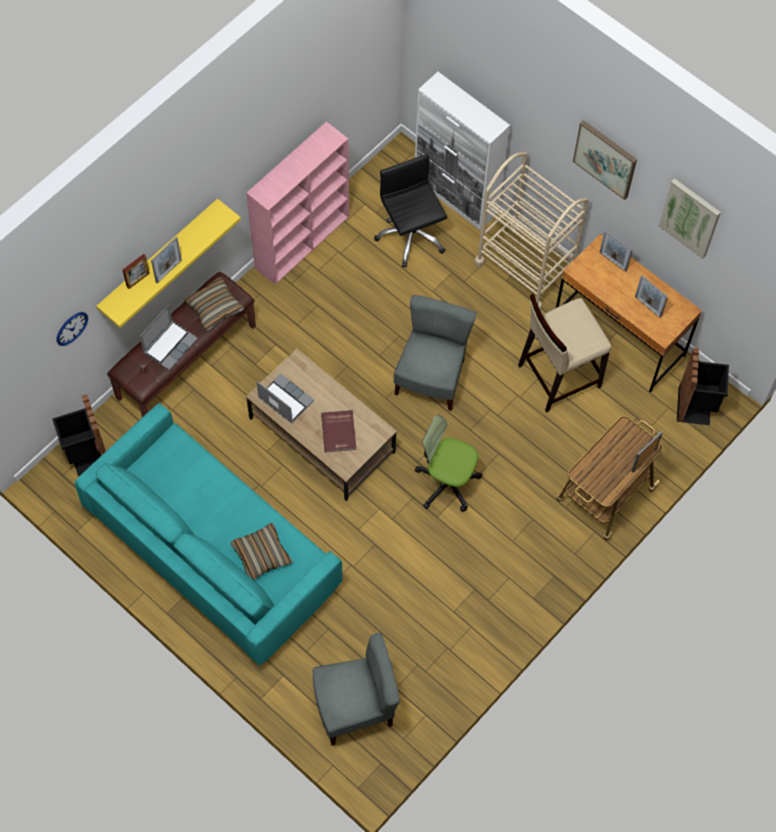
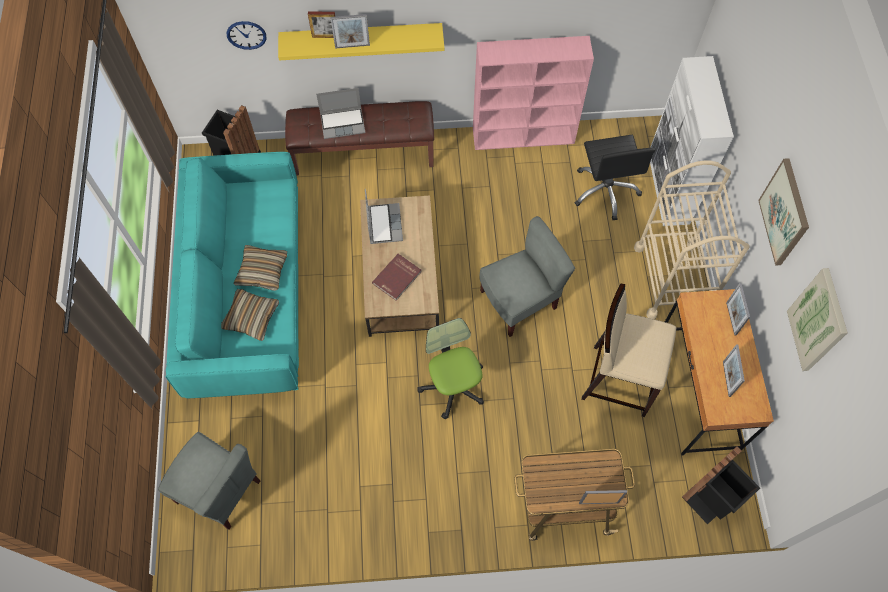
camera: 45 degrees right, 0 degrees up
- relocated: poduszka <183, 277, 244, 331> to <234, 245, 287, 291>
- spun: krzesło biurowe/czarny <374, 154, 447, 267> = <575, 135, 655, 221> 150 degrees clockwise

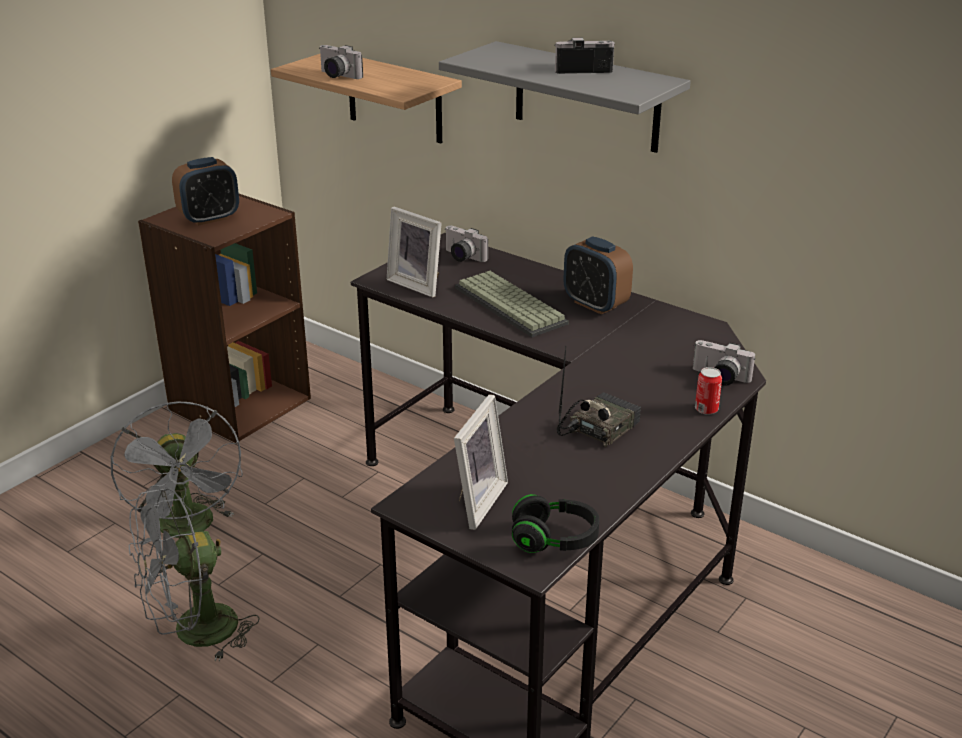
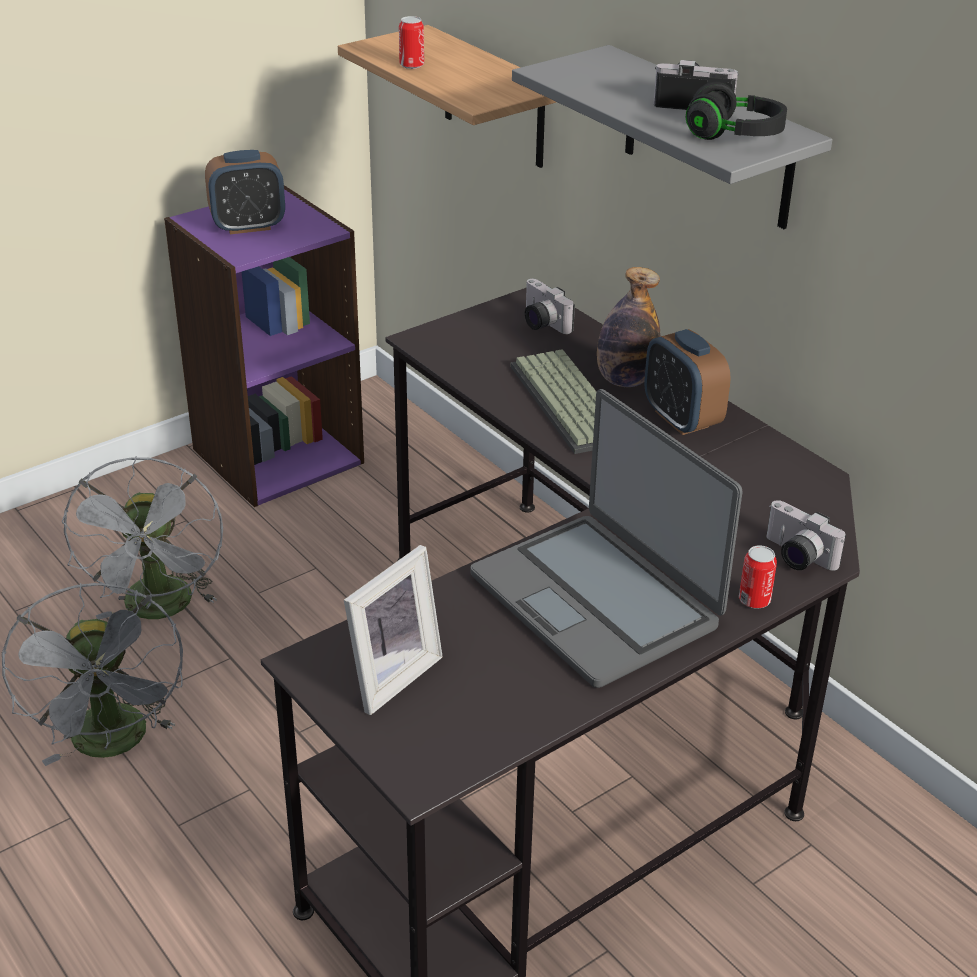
camera: 15 degrees right, 5 degrees up
- spun: wentylator/szary <129, 487, 260, 662> = <2, 583, 183, 766> 90 degrees counterclockwise
- colour: regał/brązowy <138, 194, 311, 443> to regał/fioletowy <164, 185, 364, 507>
- exchanged: aparat fotograficzny <320, 45, 363, 79> to puszka <399, 16, 424, 69>
- exchanged: radio <557, 346, 641, 447> to laptop <470, 389, 742, 688>
- appeared: butelka <597, 267, 660, 387>
- relocated: słuchawki/czarny <512, 494, 599, 553> to <686, 82, 787, 140>
- missing: ramka na zdjęcie <387, 207, 442, 297>

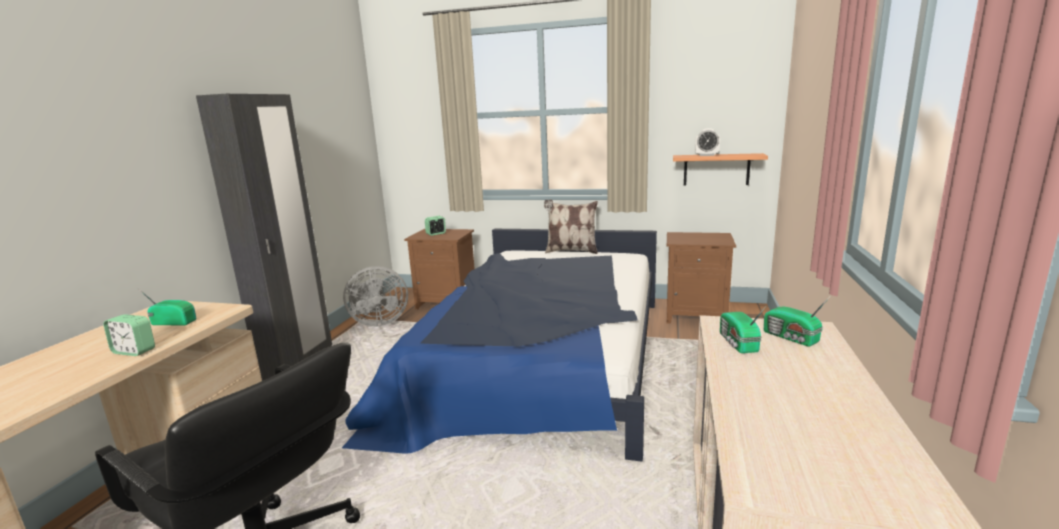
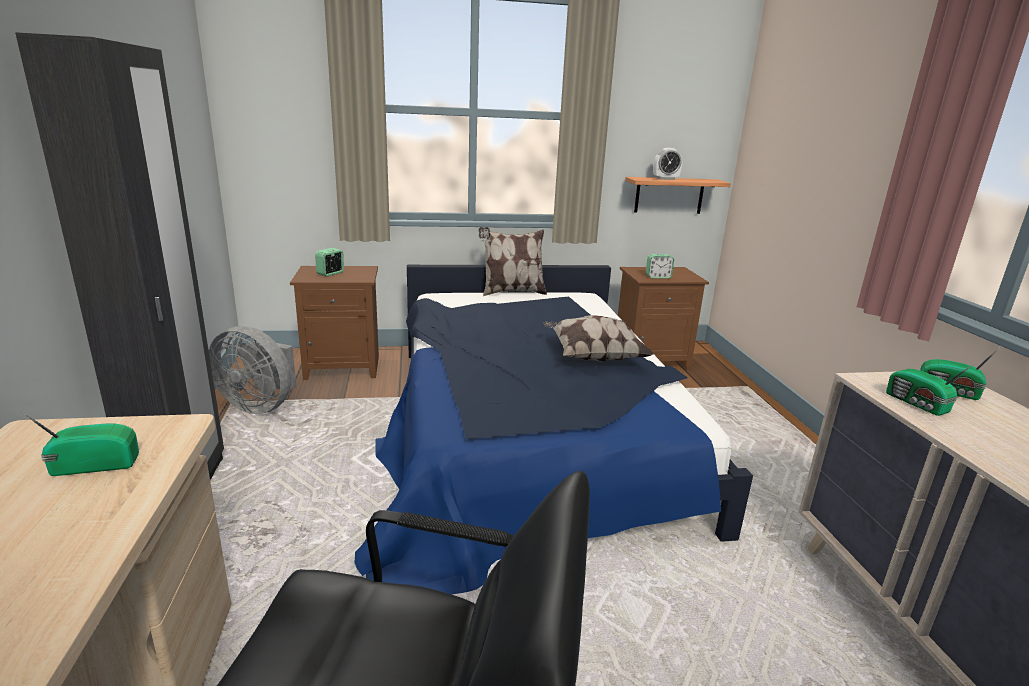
camera: 25 degrees left, 5 degrees up
- spun: wentylator/szary <343, 266, 408, 327> = <209, 326, 296, 414> 60 degrees clockwise
- appeared: poduszka <543, 315, 654, 362>
- relocated: budzik <103, 314, 155, 356> to <646, 254, 674, 279>

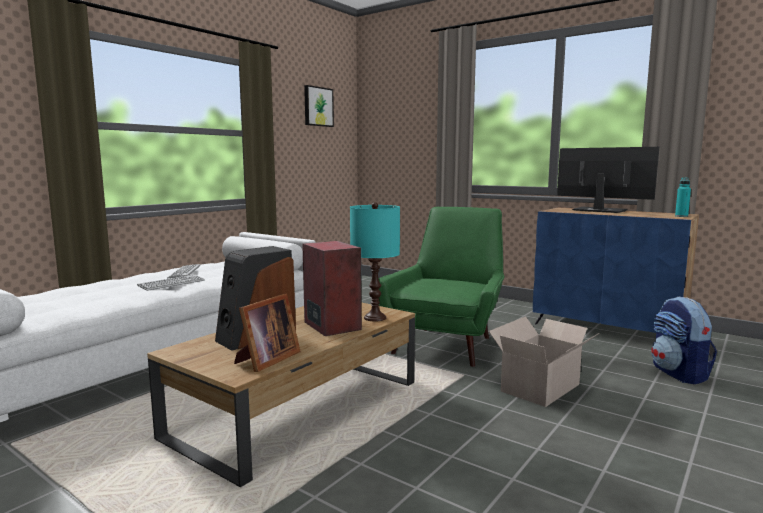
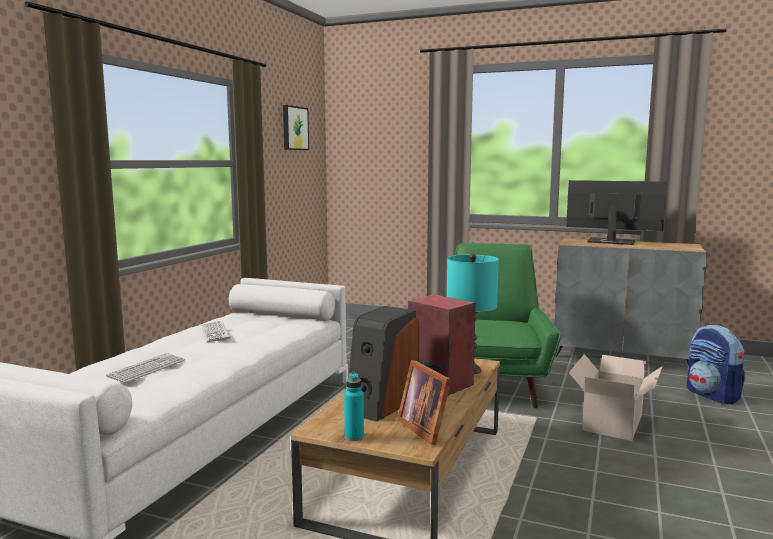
camera: 15 degrees left, 0 degrees up
- relocated: klawiatura <137, 274, 205, 291> to <106, 353, 185, 383>
- relocated: butelka/turkusowy <675, 177, 691, 217> to <344, 373, 364, 441>
- spun: ramka na zdjęcie <234, 293, 301, 372> = <397, 360, 451, 445> 135 degrees clockwise
- colour: szafka/niebieski <533, 208, 699, 333> to szafka/szary <554, 238, 707, 366>

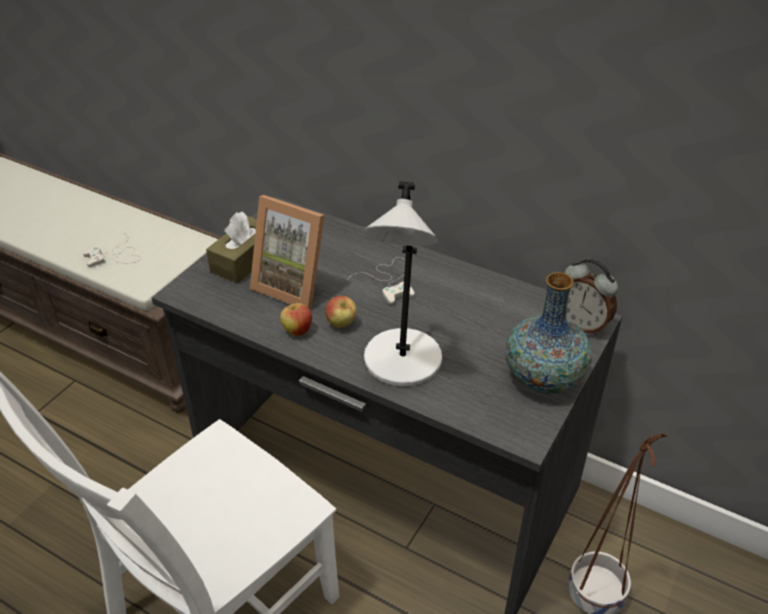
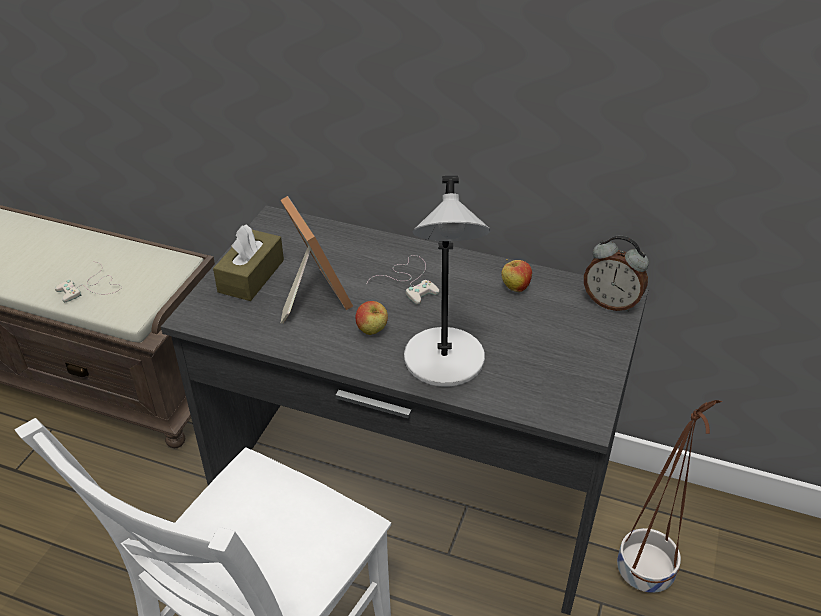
camera: 10 degrees left, 0 degrees up
- spun: ramka na zdjęcie <250, 195, 324, 309> = <281, 196, 353, 323> 135 degrees counterclockwise
- relocated: jabłko <280, 301, 312, 336> to <501, 259, 532, 292>
- missing: wazon <505, 272, 592, 394>

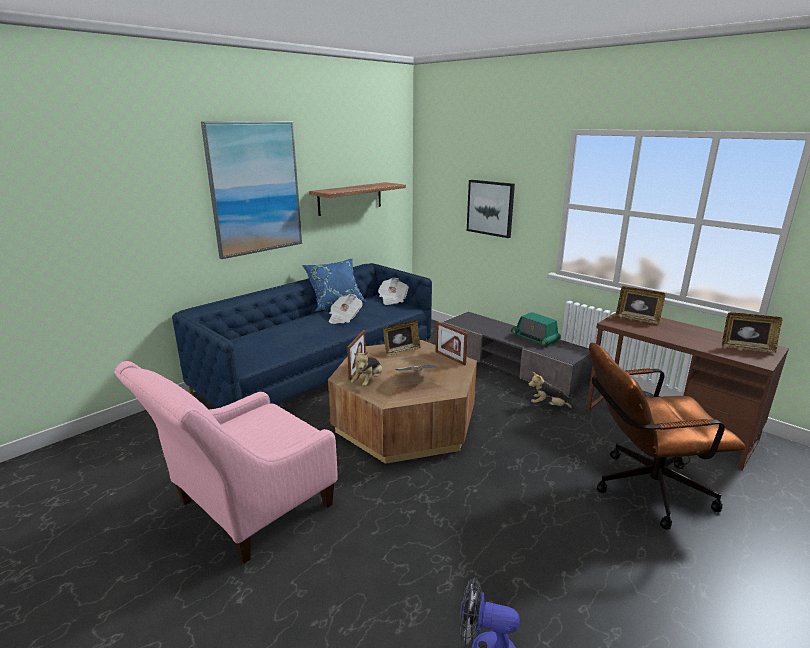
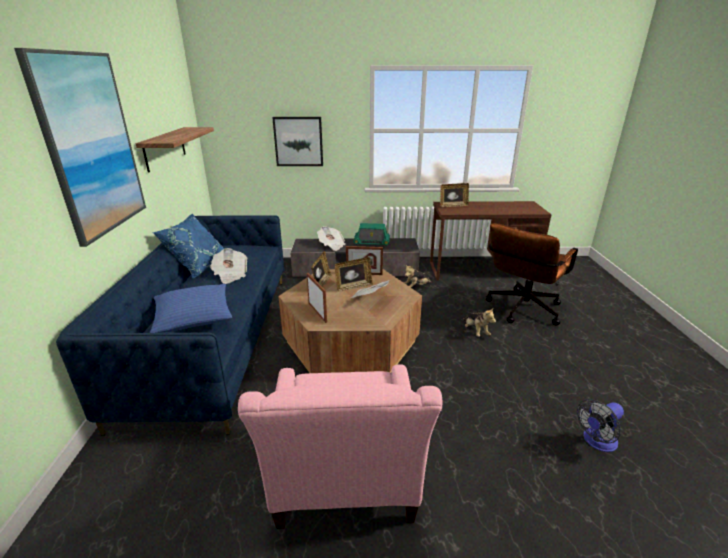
camera: 45 degrees left, 5 degrees up
- appeared: poduszka/niebieski <150, 284, 232, 333>
- relocated: gazeta <378, 278, 409, 305> to <317, 226, 346, 251>
- relocated: ramka na zdjęcie <722, 312, 783, 353> to <335, 257, 373, 292>
- relocated: pluszak <351, 351, 383, 387> to <462, 308, 496, 337>

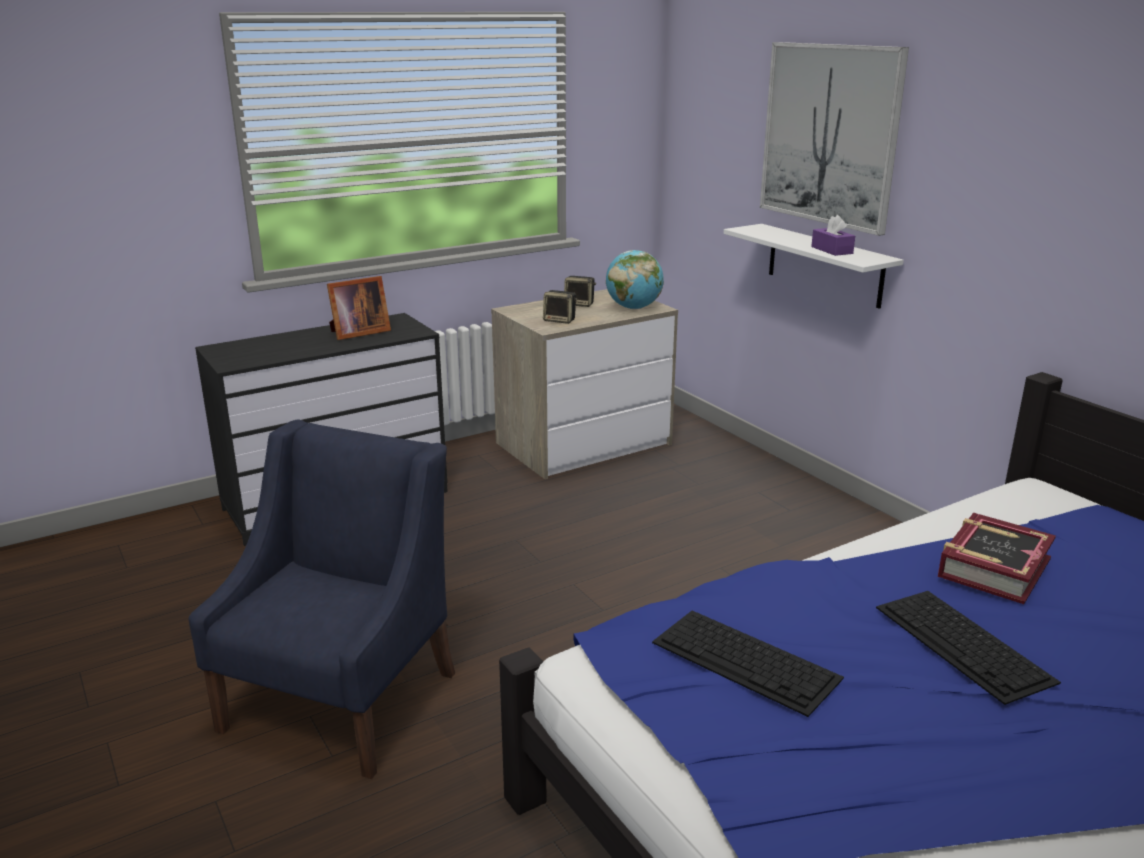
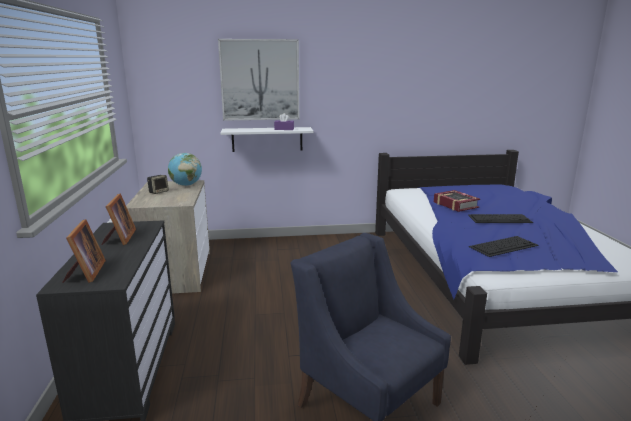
camera: 65 degrees left, 5 degrees down
- appeared: ramka na zdjęcie <62, 219, 106, 283>
- missing: głośnik <543, 290, 577, 324>

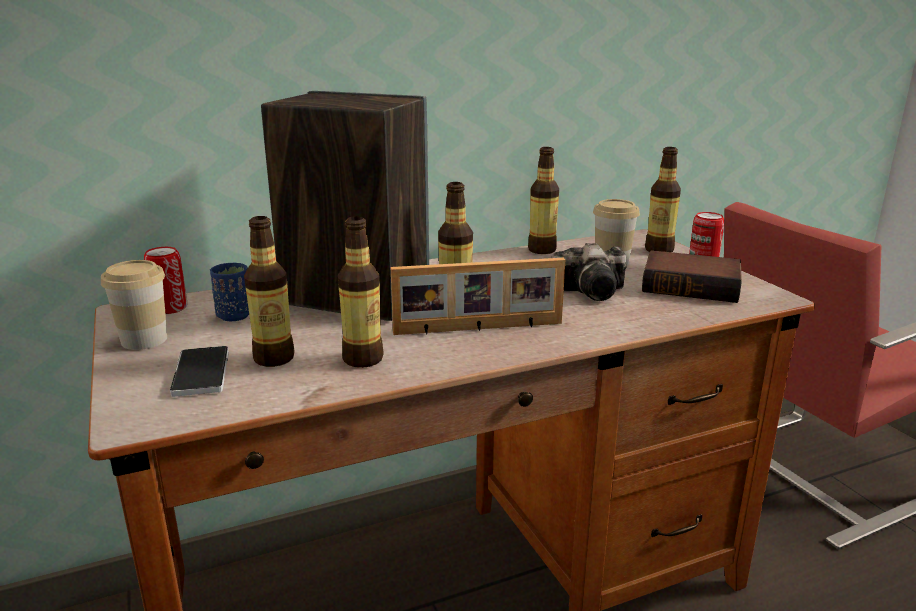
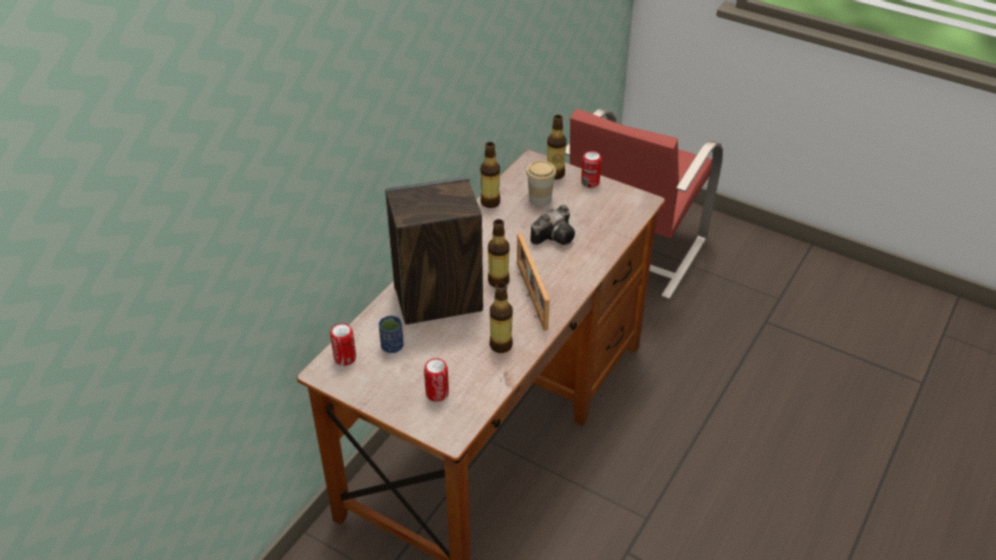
camera: 35 degrees left, 20 degrees up
- exchanged: telefon <170, 346, 229, 397> to puszka <424, 358, 449, 402>
- spun: ramka na zdjęcie <391, 258, 565, 335> = <517, 233, 550, 331> 120 degrees clockwise
- missing: filiżanka <101, 260, 167, 350>
- missing: butelka <244, 216, 295, 367>
- missing: książka <642, 250, 742, 303>

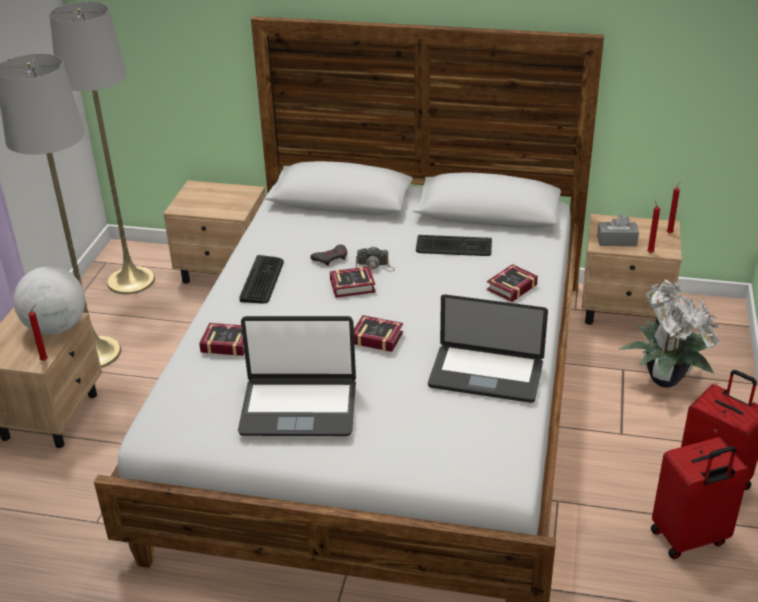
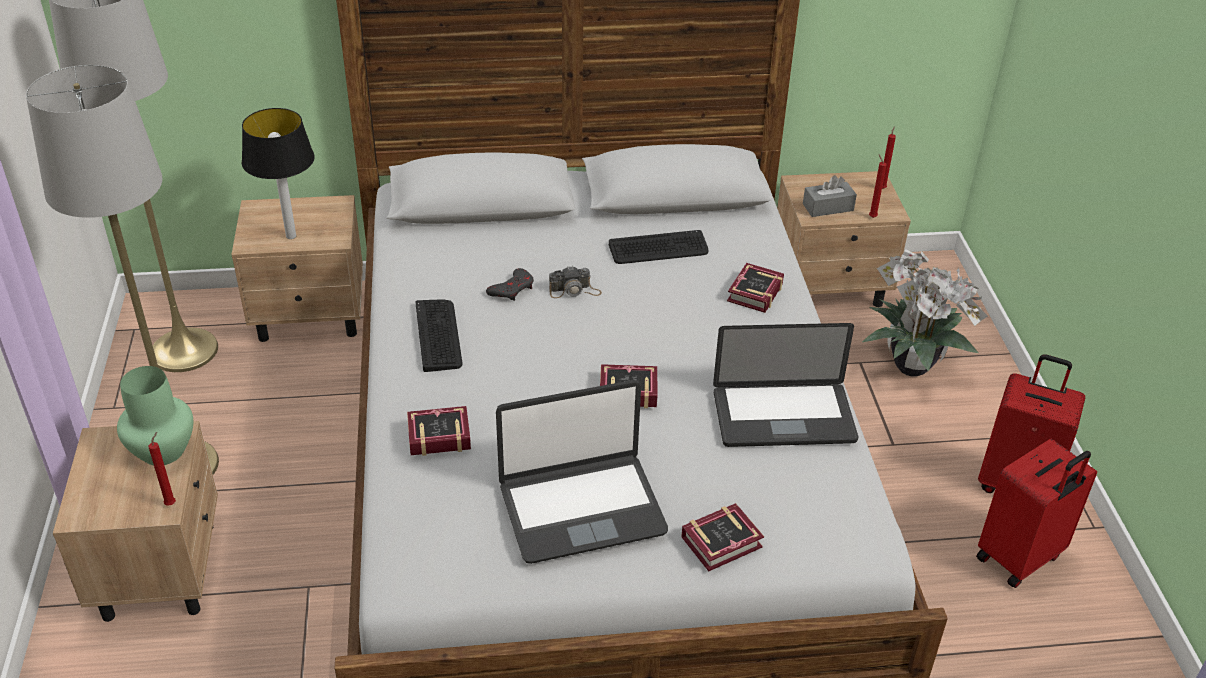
camera: 20 degrees left, 5 degrees up
- exchanged: globus <14, 266, 85, 335> to wazon/zielony <117, 366, 193, 465>
- appeared: lampa stołowa <242, 108, 315, 239>
- relocated: książka <330, 266, 376, 298> to <681, 503, 764, 571>

